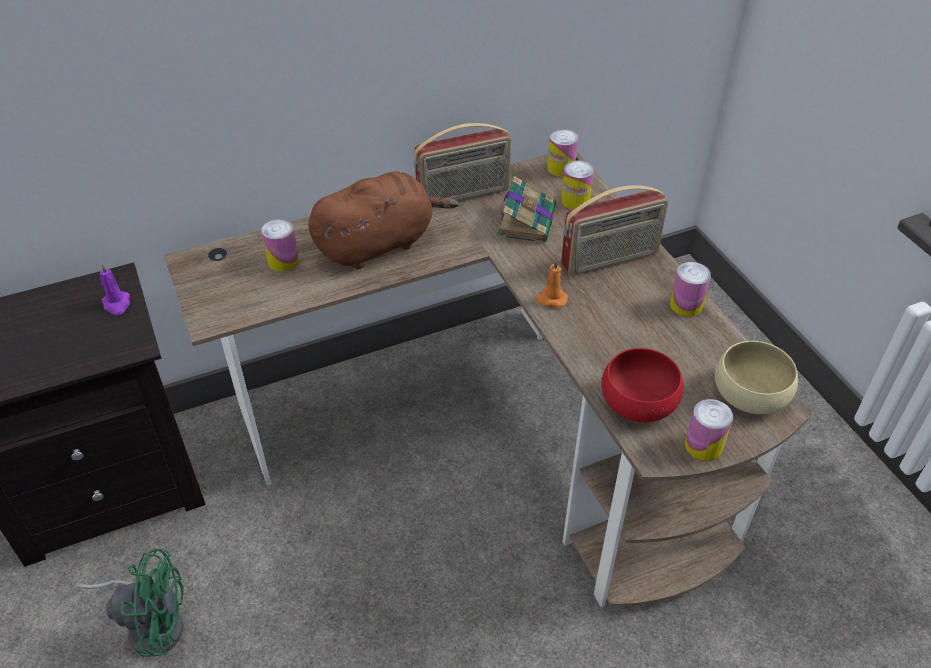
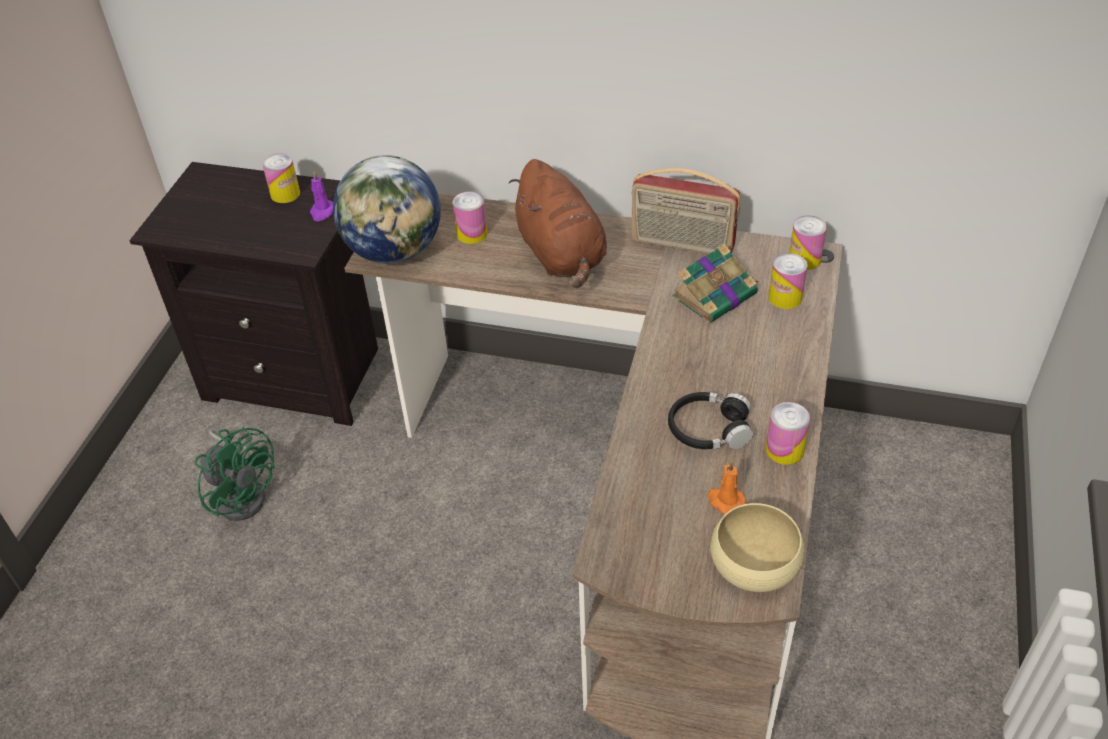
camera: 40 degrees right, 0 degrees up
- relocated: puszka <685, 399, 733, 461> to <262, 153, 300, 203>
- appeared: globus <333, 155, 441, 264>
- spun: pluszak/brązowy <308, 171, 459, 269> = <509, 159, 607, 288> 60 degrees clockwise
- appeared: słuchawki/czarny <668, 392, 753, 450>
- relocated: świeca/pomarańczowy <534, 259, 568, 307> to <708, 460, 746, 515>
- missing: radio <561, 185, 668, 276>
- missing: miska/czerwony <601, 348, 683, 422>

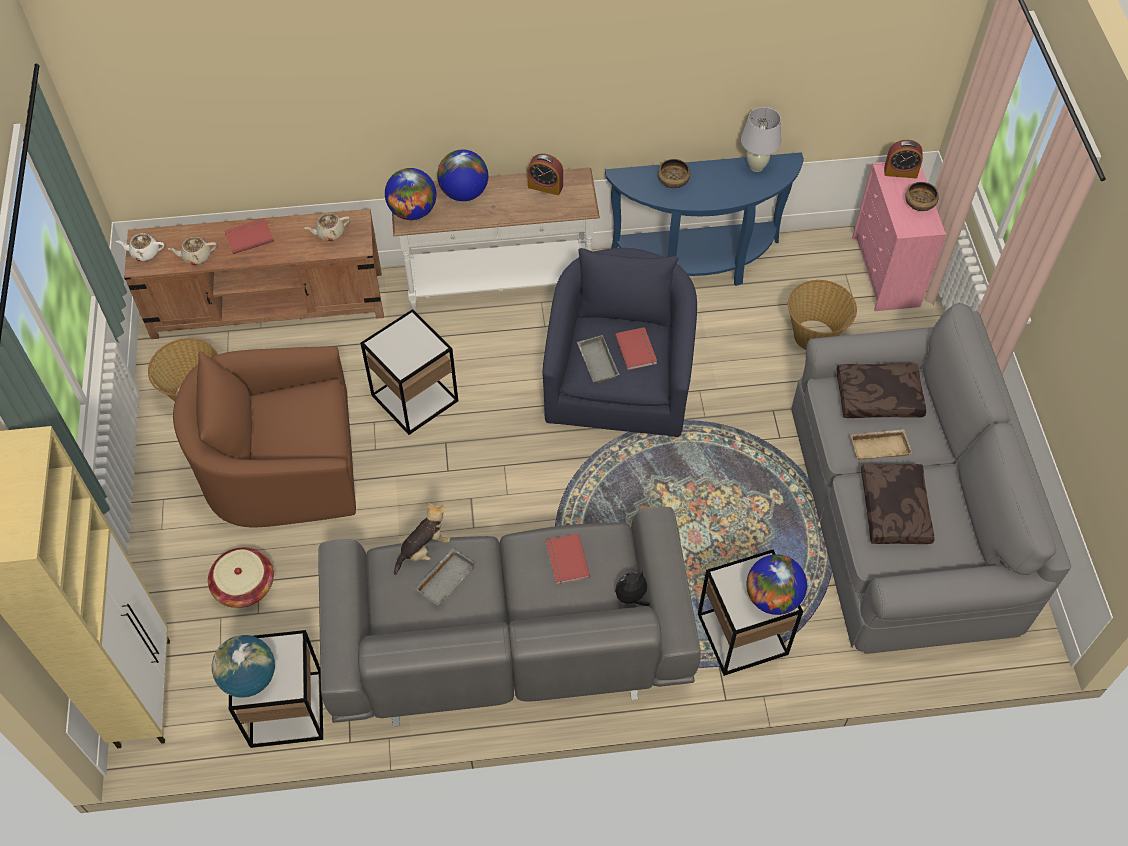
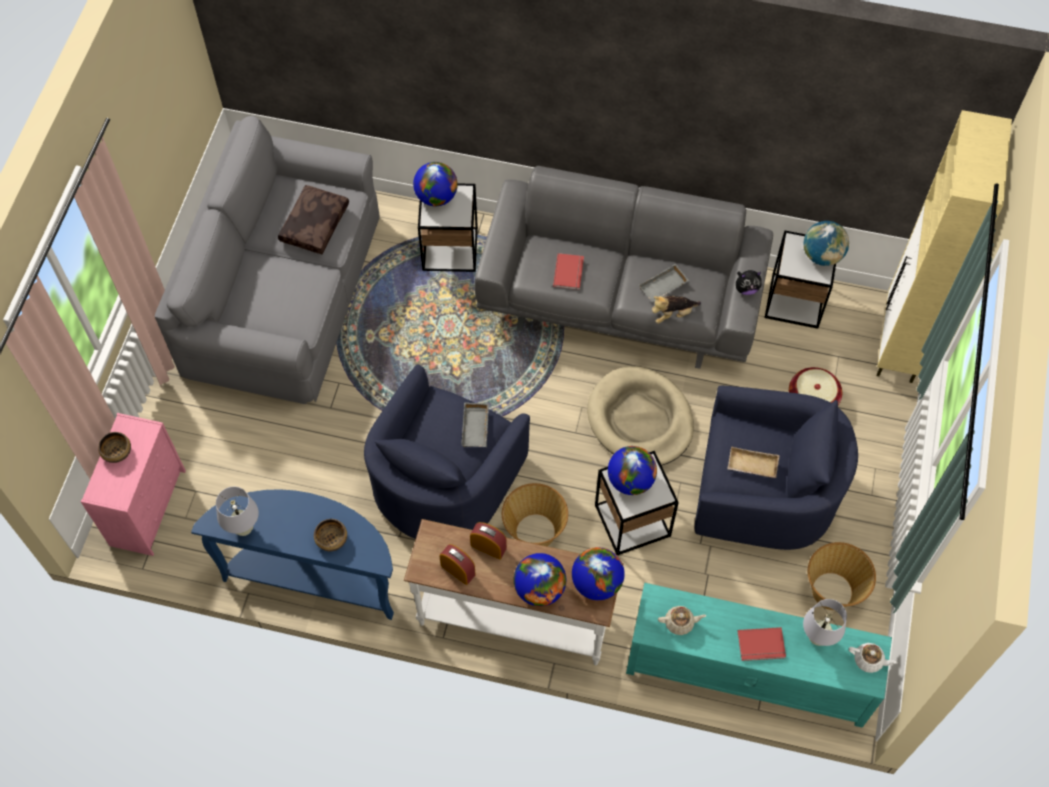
camera: 160 degrees left, 5 degrees up
- relocated: budzik <884, 140, 923, 178> to <470, 522, 507, 560>
- relocated: koszyk <788, 280, 857, 350> to <502, 483, 568, 546>
- appeared: legowisko/beżowy <587, 366, 694, 465>
- appeared: globus <608, 446, 657, 495>
- colour: szafka pod telewizor/brązowy <124, 209, 384, 339> to szafka pod telewizor/turkusowy <626, 583, 892, 728>
- colour: fotel/brązowy <173, 346, 356, 527> to fotel/niebieski <695, 386, 858, 550>
- relocated: taca/beżowy <851, 429, 912, 460> to <727, 446, 779, 478>
- relocated: pluszak <615, 571, 650, 608> to <736, 270, 761, 295>
- exchanged: imbryk/beżowy <168, 237, 217, 265> to lampa stołowa/biały <803, 599, 847, 646>
- missing: książka/czerwony <615, 327, 657, 370>
- missing: poduszka/brązowy <836, 363, 926, 418>

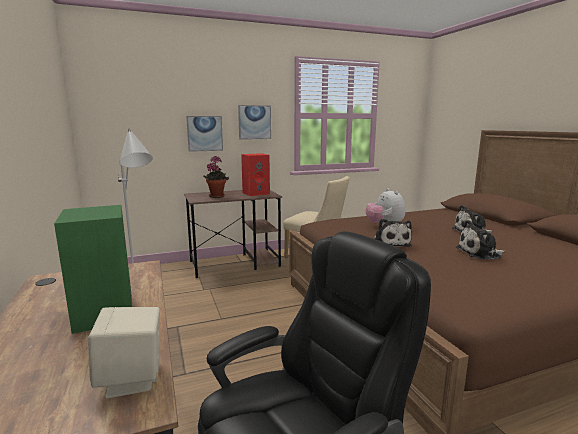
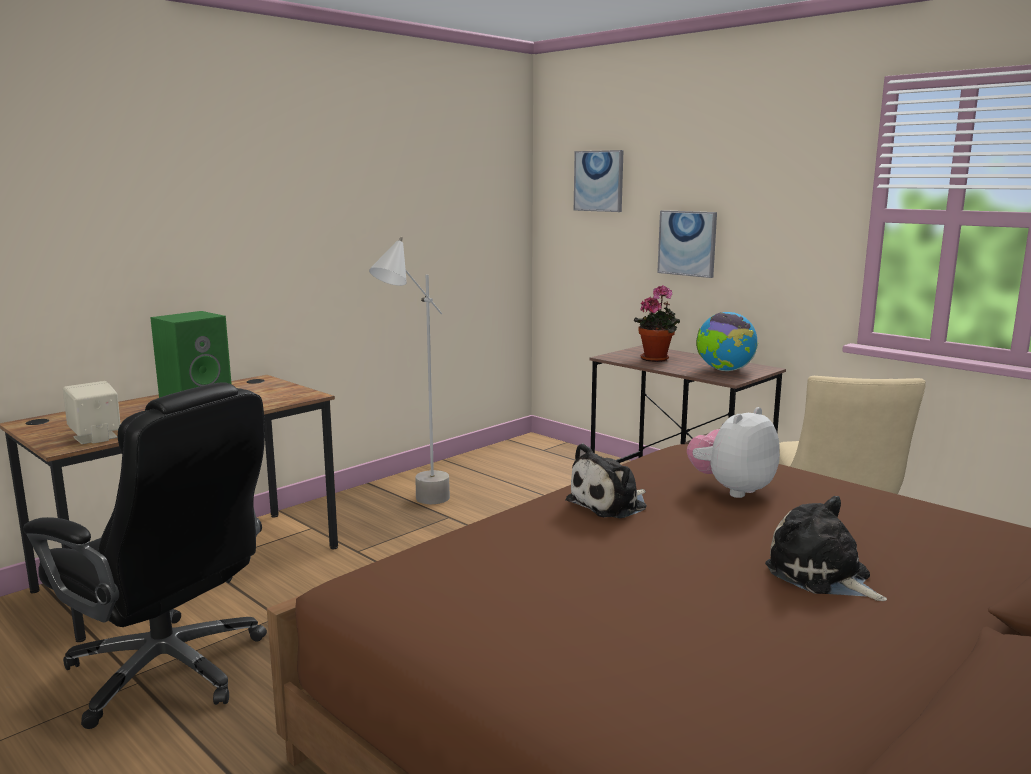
camera: 65 degrees right, 0 degrees up
- relocated: obraz <238, 105, 271, 140> to <574, 150, 624, 212>
- exchanged: głośnik/czerwony <241, 153, 270, 196> to globus <696, 312, 758, 371>
- missing: pluszak <456, 220, 505, 259>

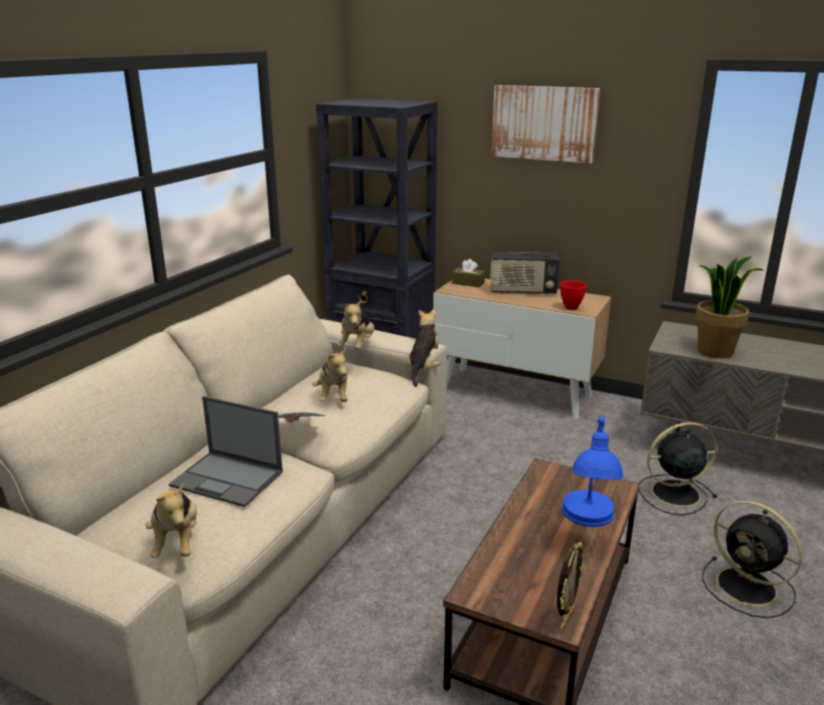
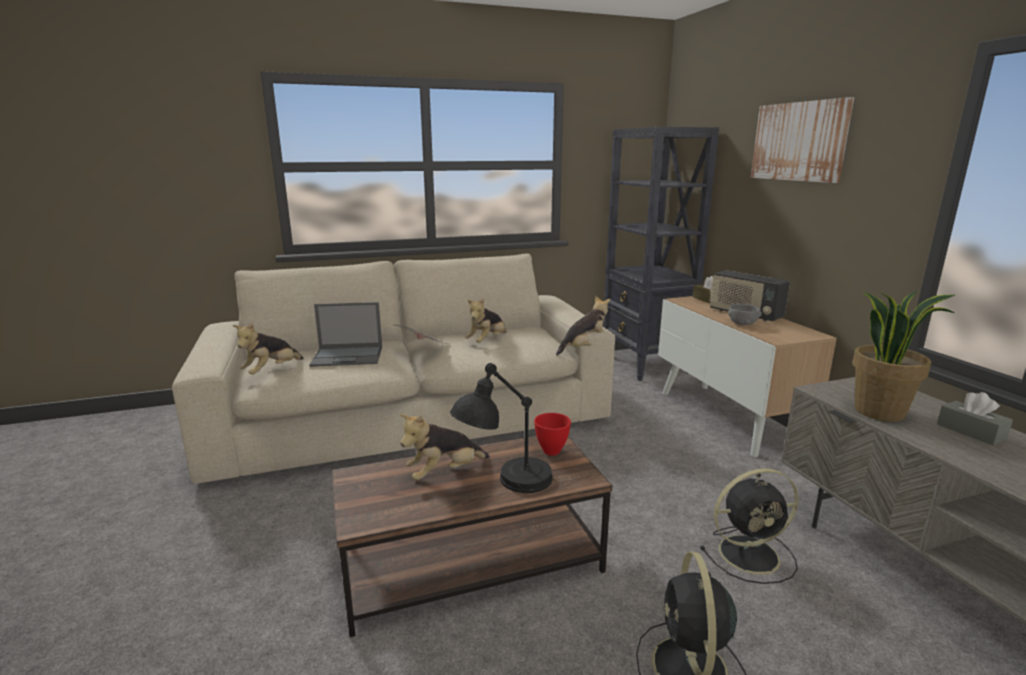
camera: 45 degrees right, 5 degrees down
- spun: laptop <169, 396, 283, 507> = <309, 302, 382, 367> 75 degrees counterclockwise
- relocated: pluszak <337, 300, 374, 350> to <400, 414, 490, 480>
- colour: lampa stołowa/niebieski <562, 416, 623, 527> to lampa stołowa/czarny <450, 363, 553, 493>
- relocated: miska/czerwony <560, 280, 587, 310> to <534, 413, 571, 456>
- spun: wentylator/czarny <639, 422, 717, 516> = <700, 468, 799, 584> 135 degrees clockwise
- appeared: miska/szary <728, 304, 762, 325>
- appeared: pudełko chusteczek/szary <937, 392, 1013, 445>
- missing: ramka na zdjęcie <557, 542, 584, 632>

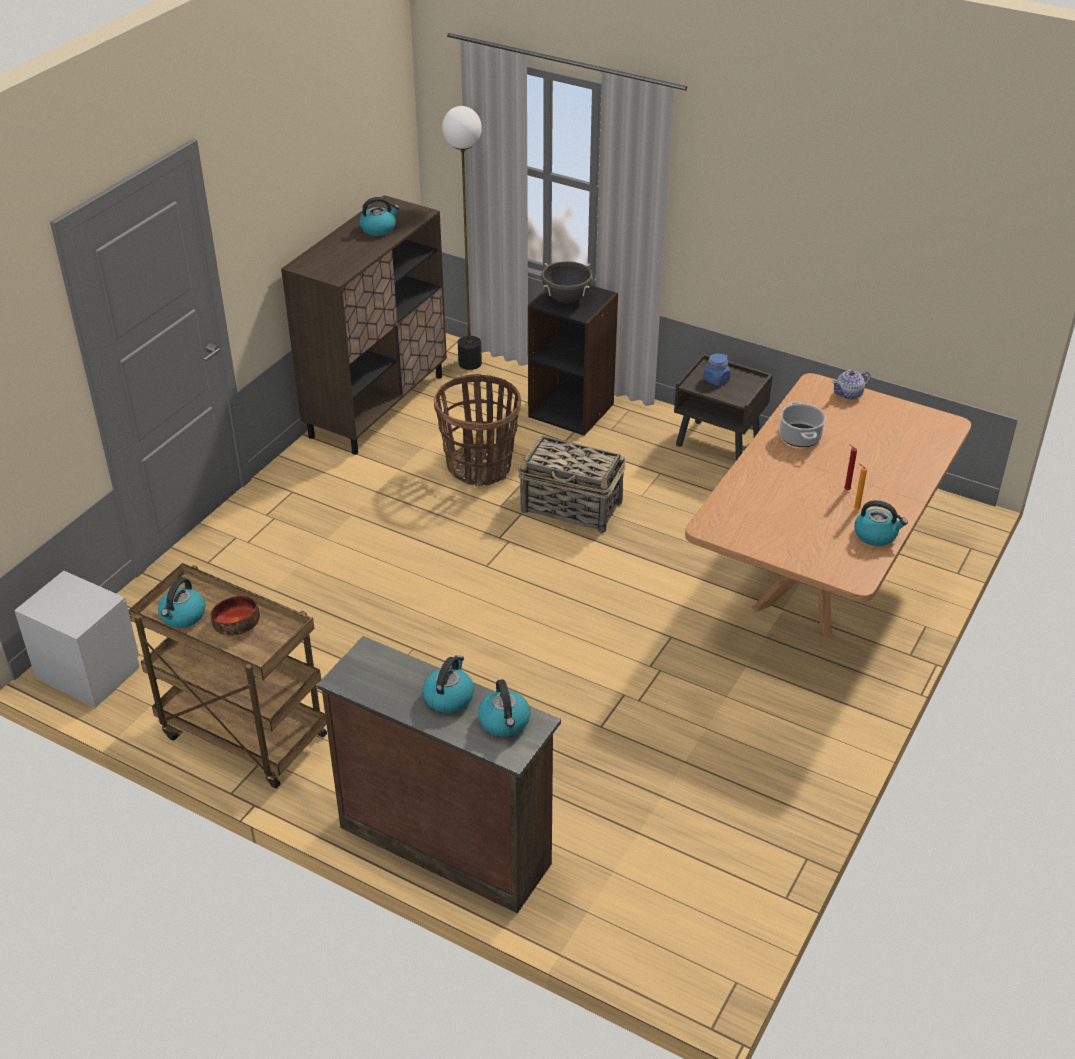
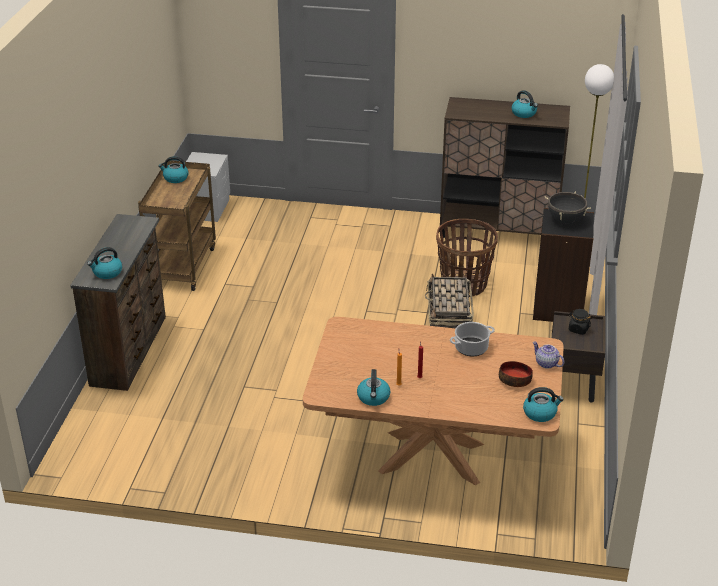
camera: 70 degrees right, 5 degrees down
- relocated: miska <210, 596, 260, 636> to <499, 361, 533, 387>
- relocated: czajnik <423, 655, 474, 713> to <523, 387, 564, 422>
- colour: słoik/niebieski <703, 353, 731, 385> to słoik/czarny <568, 309, 591, 335>

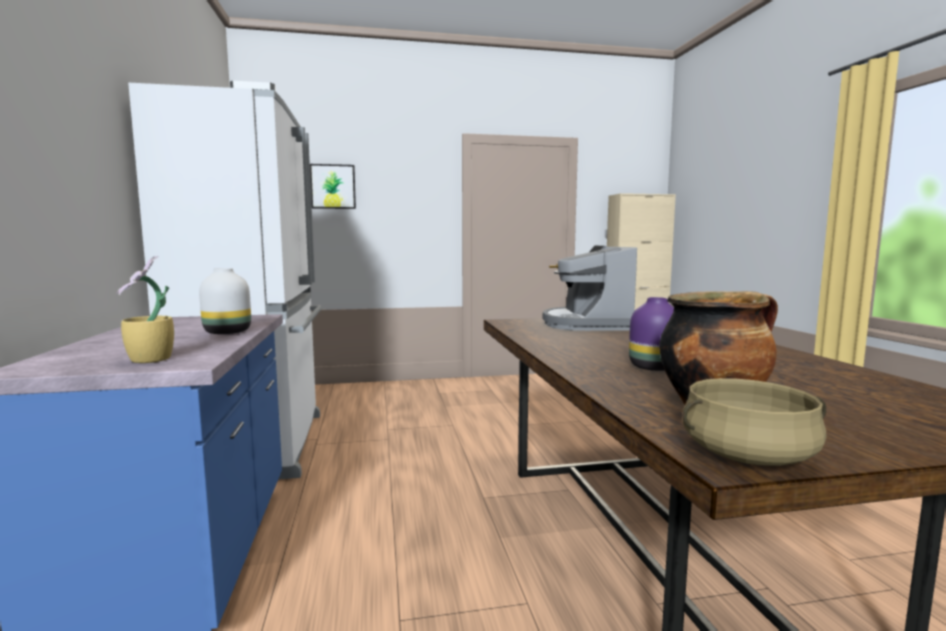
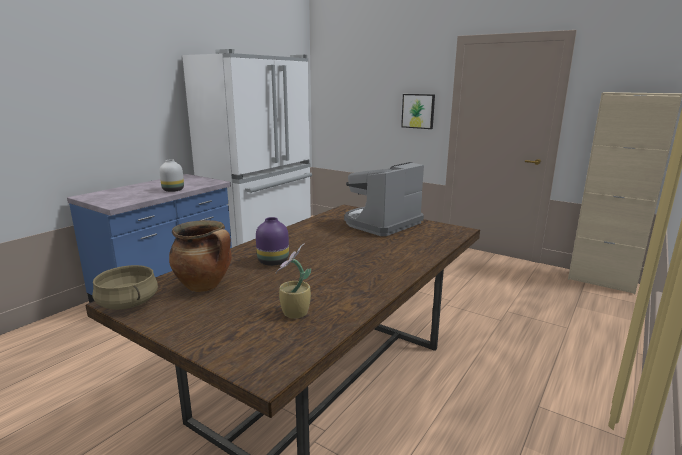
camera: 45 degrees right, 10 degrees up
- relocated: roślina doniczkowa <116, 256, 174, 363> to <275, 244, 311, 319>
- relocated: obraz <310, 164, 356, 209> to <401, 94, 435, 129>

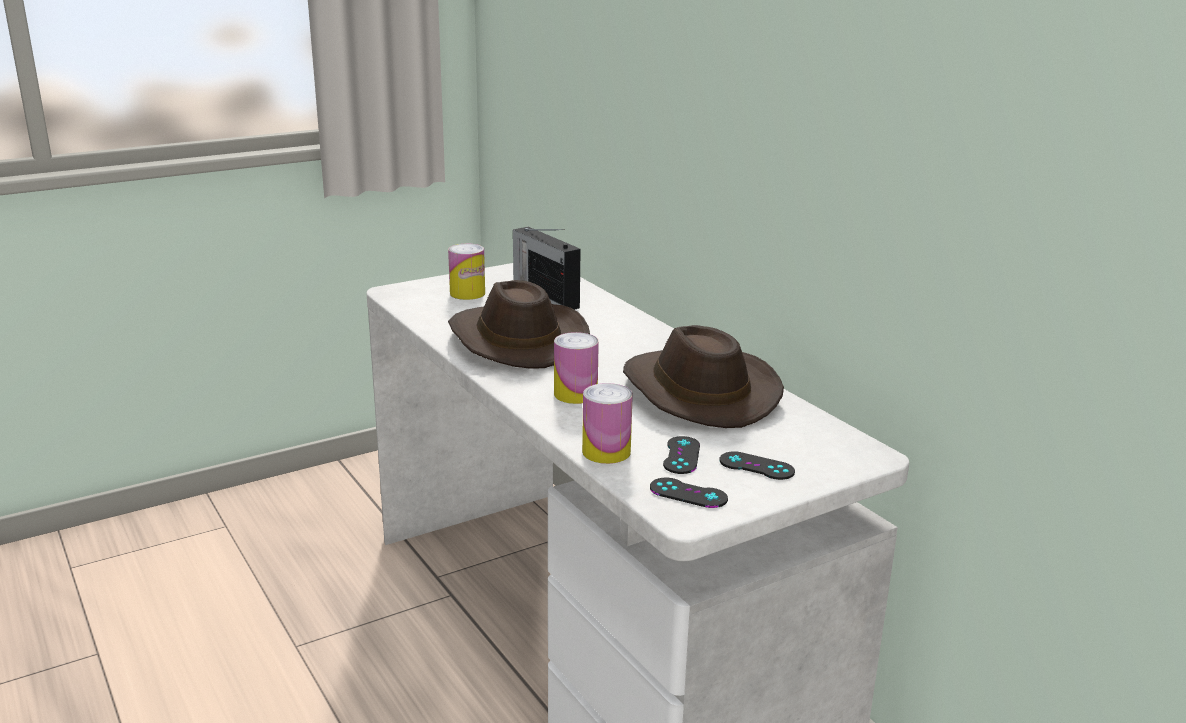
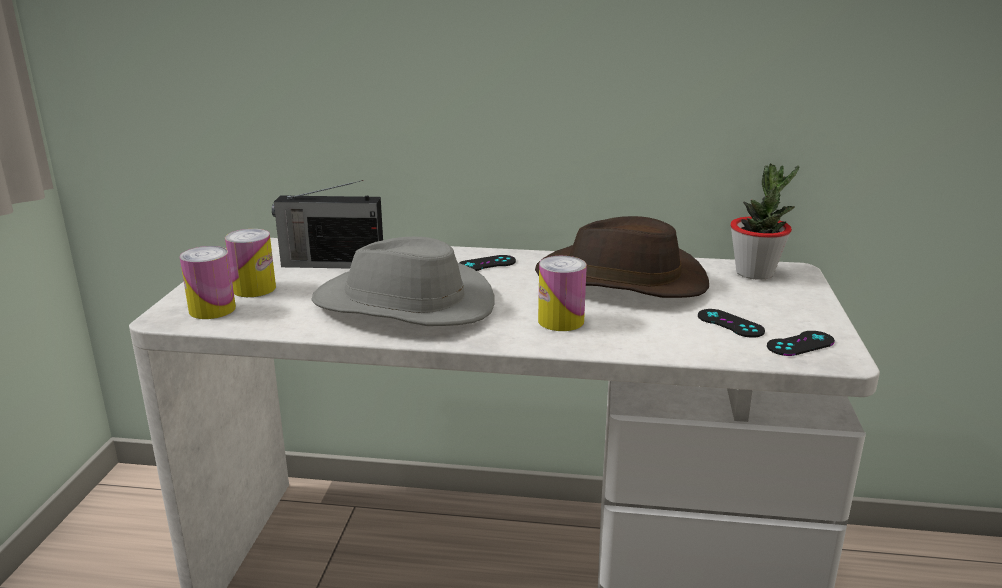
camera: 50 degrees left, 0 degrees up
- relocated: puszka <582, 383, 633, 464> to <180, 246, 236, 319>
- colour: kapelusz/brązowy <448, 280, 590, 369> to kapelusz/szary <311, 237, 494, 326>
- relocated: pad do gier/czarny <720, 451, 795, 480> to <459, 255, 516, 271>
- appeared: roślina doniczkowa <730, 164, 800, 280>

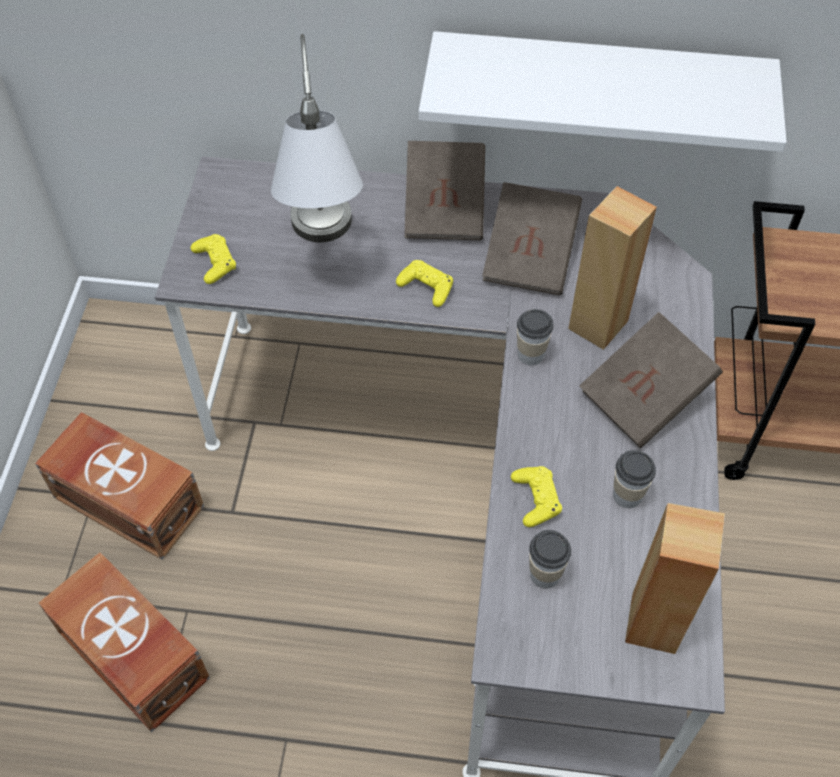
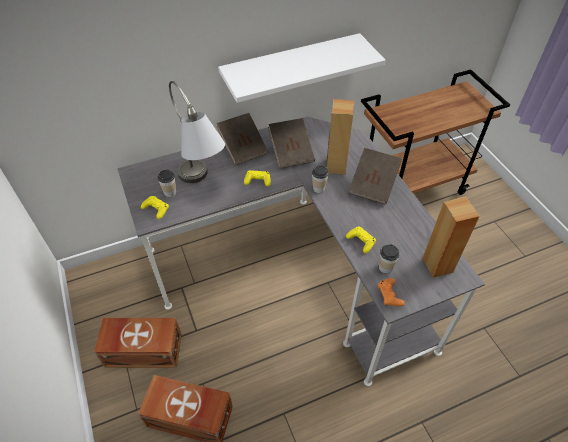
camera: 30 degrees left, 5 degrees down
- relocated: filiżanka <613, 450, 656, 508> to <158, 170, 176, 197>
- appeared: pad do gier/pomarańczowy <378, 278, 405, 306>

